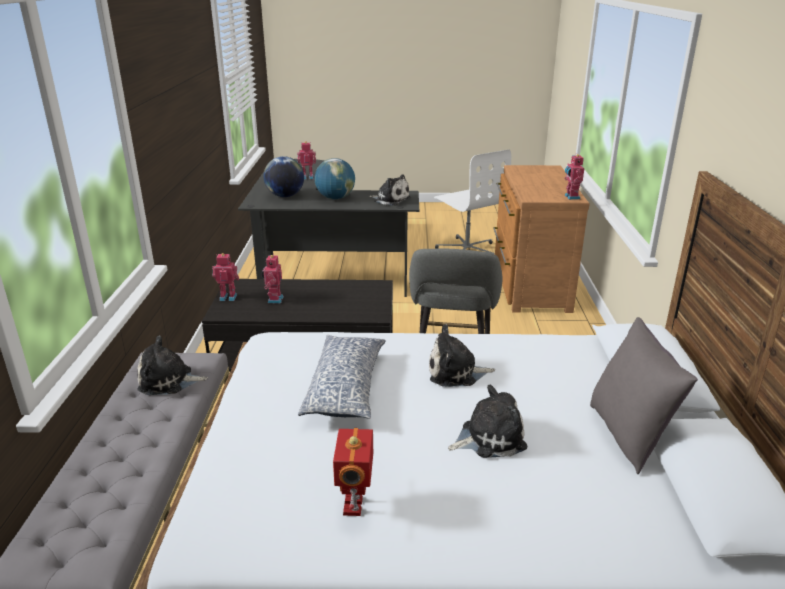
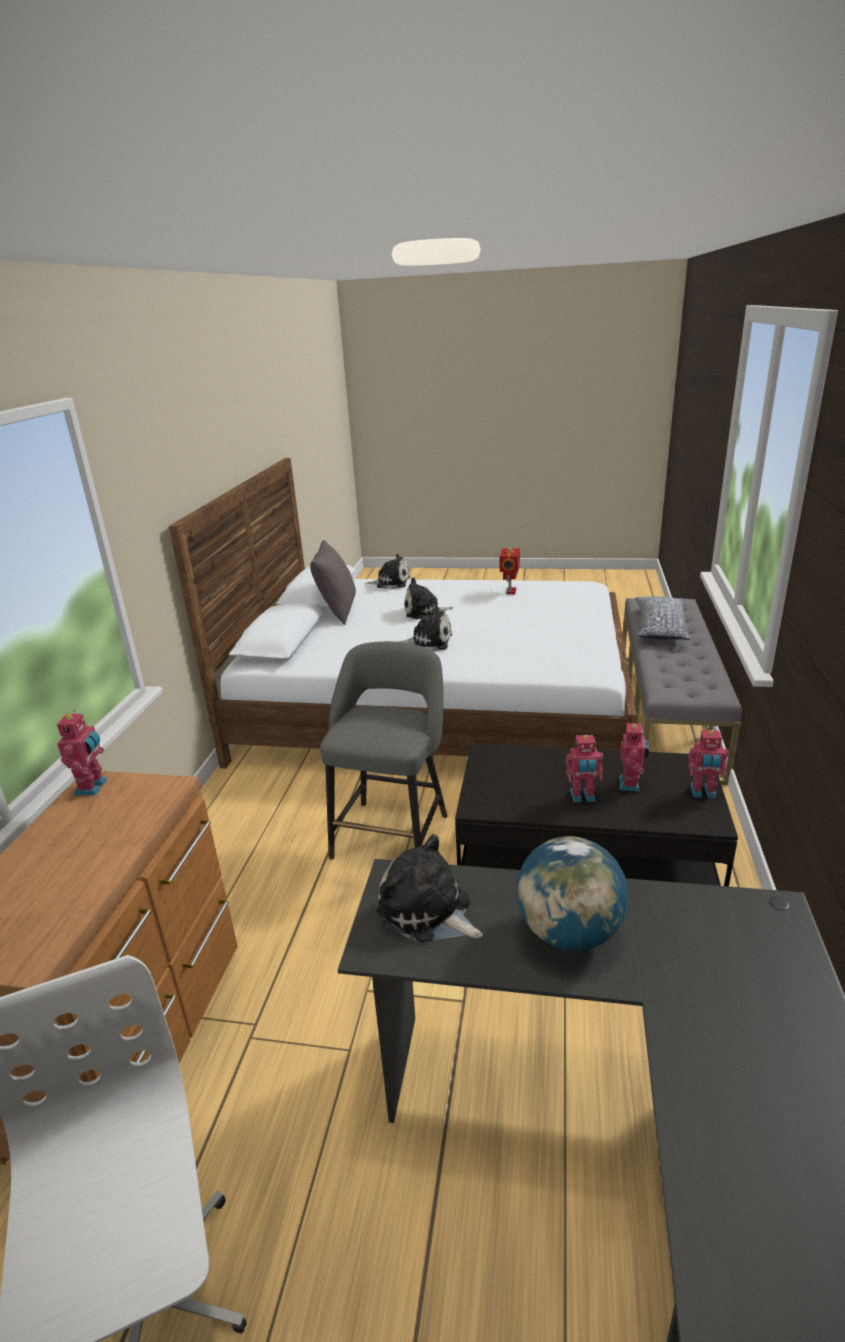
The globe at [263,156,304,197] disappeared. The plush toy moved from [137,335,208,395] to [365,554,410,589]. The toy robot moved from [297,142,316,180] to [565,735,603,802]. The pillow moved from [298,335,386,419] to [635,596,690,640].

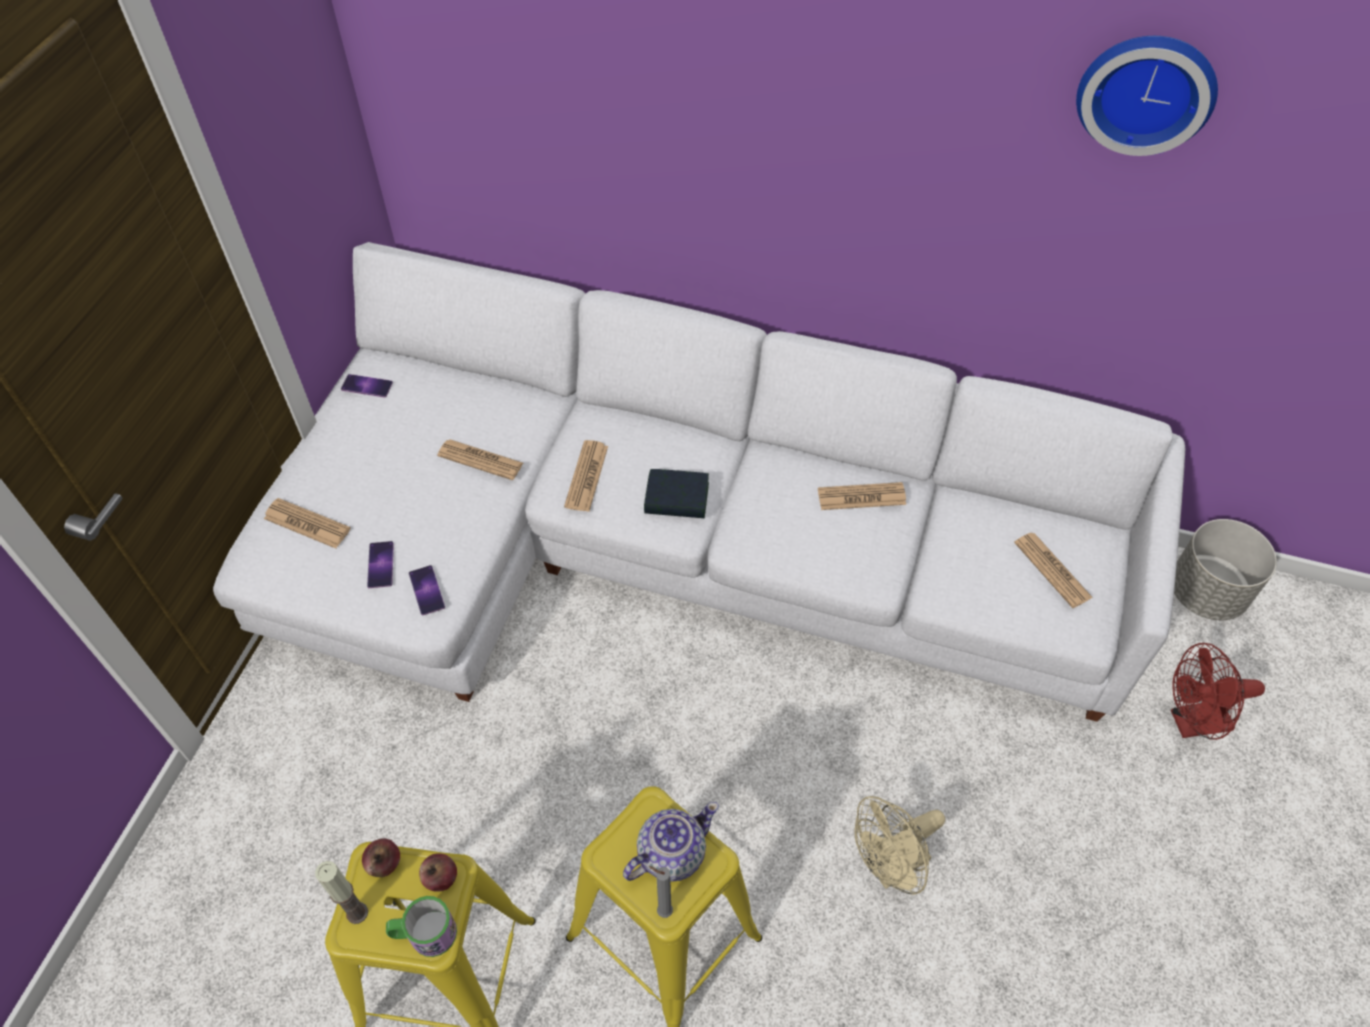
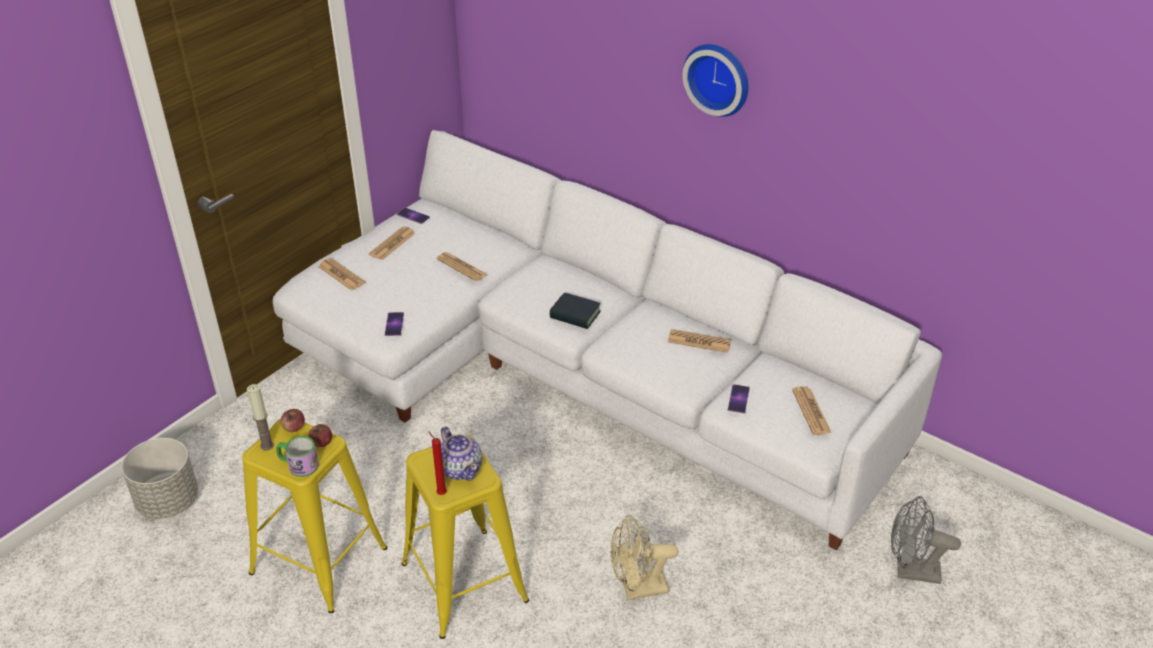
The phone moved from [367,541,394,588] to [728,384,750,413]. The newspaper moved from [564,440,608,512] to [369,226,415,260]. The wall clock moved from [1076,36,1218,156] to [683,44,748,117]. The planter in grey moved from [1174,519,1277,620] to [121,438,198,518]. The candle in grey at [649,866,673,918] became the candle in red at [428,431,447,495]. The fan in red at [1171,643,1265,740] became the fan in grey at [891,496,961,584]. The teapot at [623,802,719,882] turned 75 degrees clockwise.

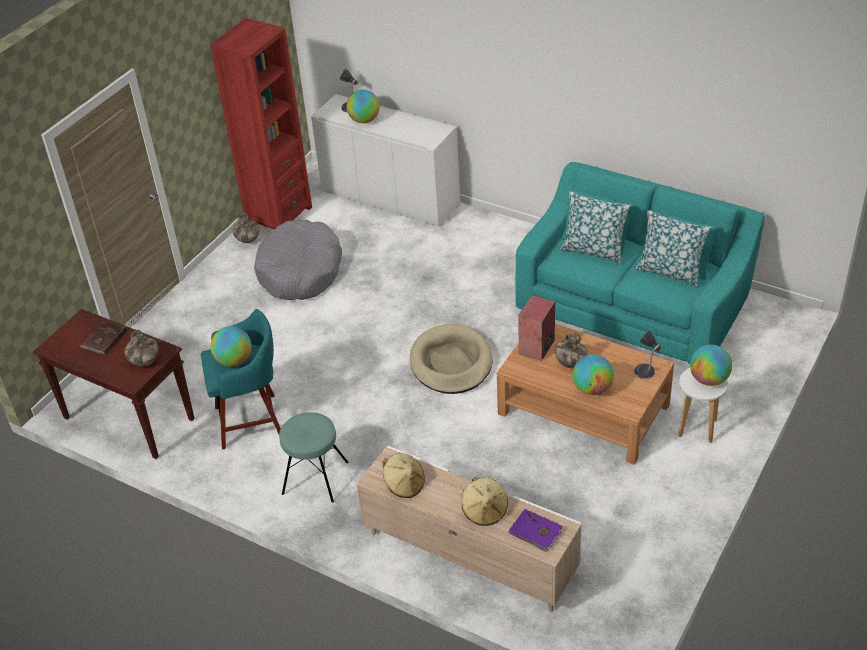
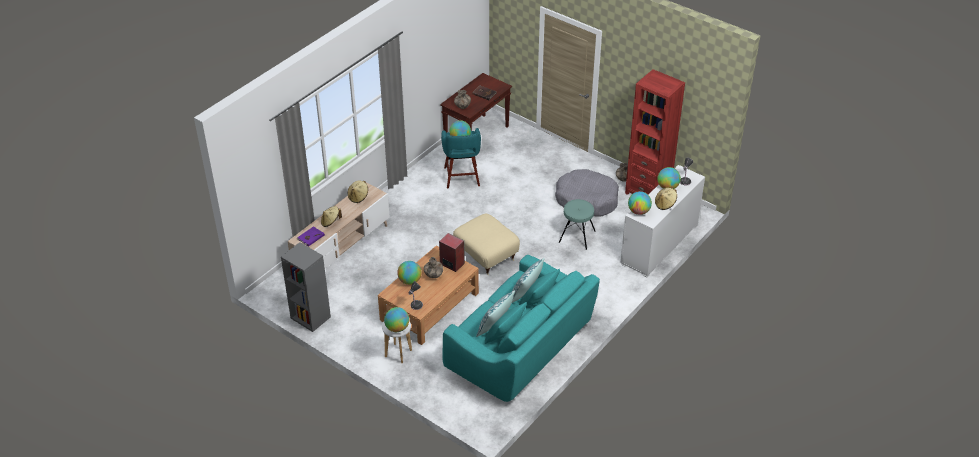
The bookcase in grey at [281,242,331,332] appeared. The globe at [628,191,652,215] appeared. The hat in beige at [655,188,677,210] appeared. The stool in turquoise moved from [279,412,349,503] to [559,199,596,250]. The dog bed in beige at [410,324,492,394] was replaced by the ottoman in beige at [453,214,520,276].

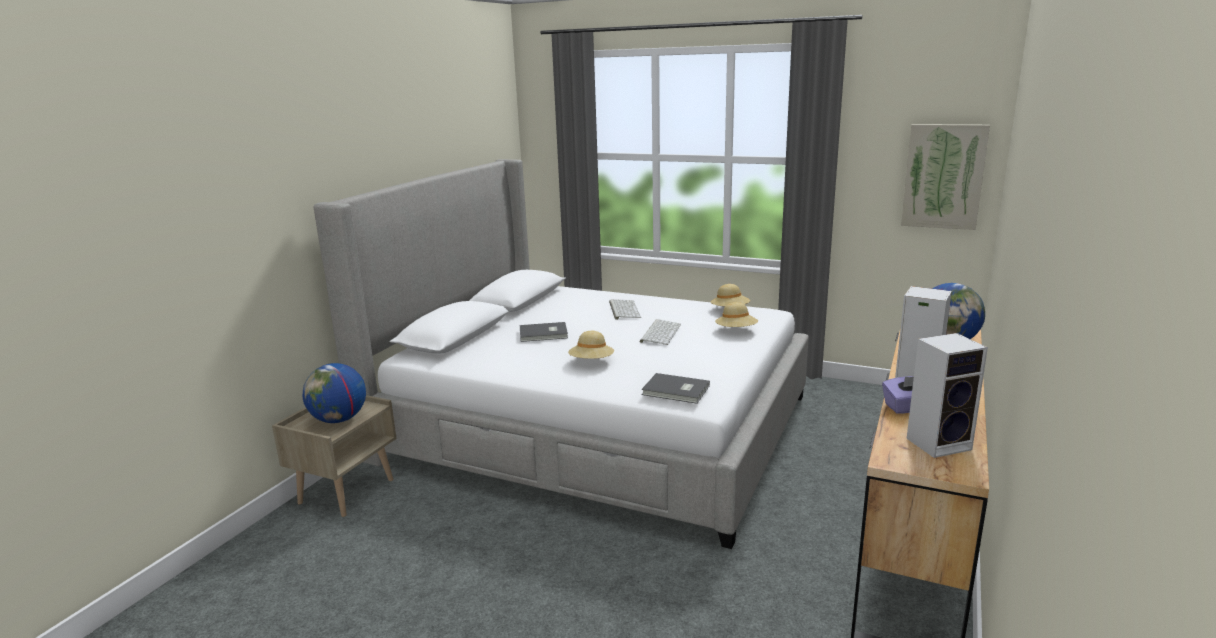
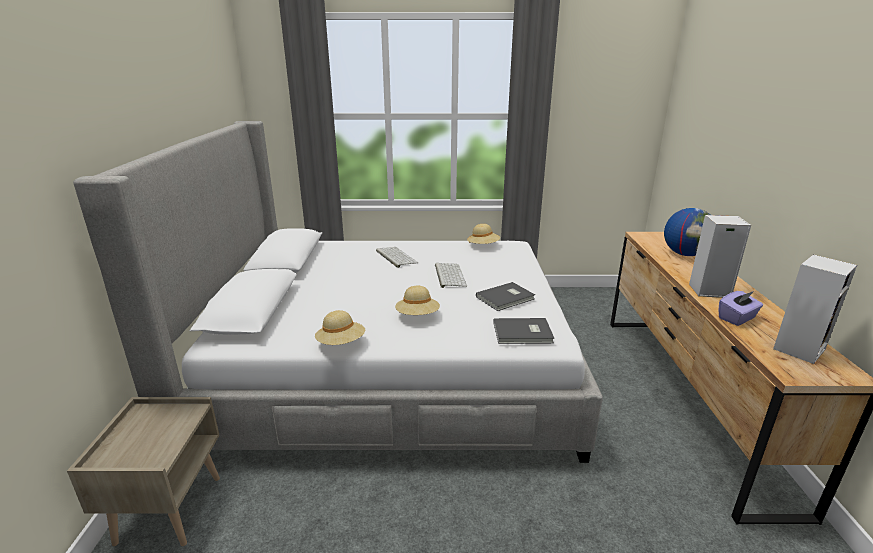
The globe at [303,363,366,423] disappeared. The picture at [901,124,990,230] disappeared. The book in grey moved from [520,322,568,342] to [476,282,535,311]. The hat in beige moved from [715,302,758,327] to [315,310,365,345].

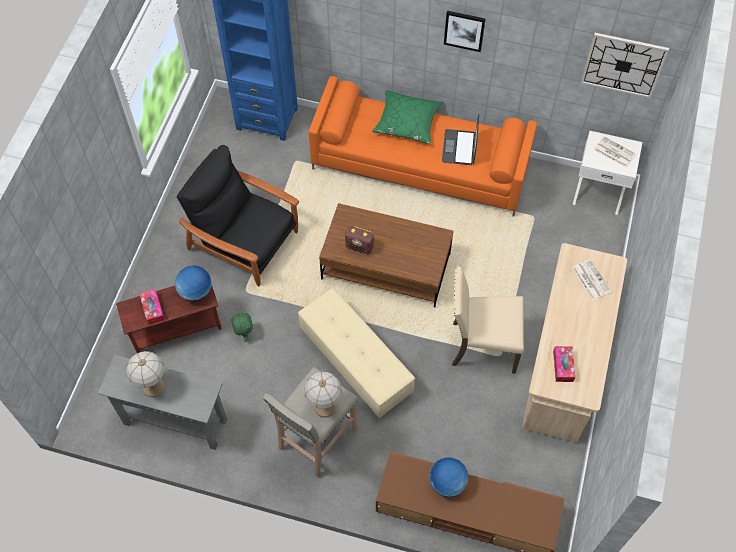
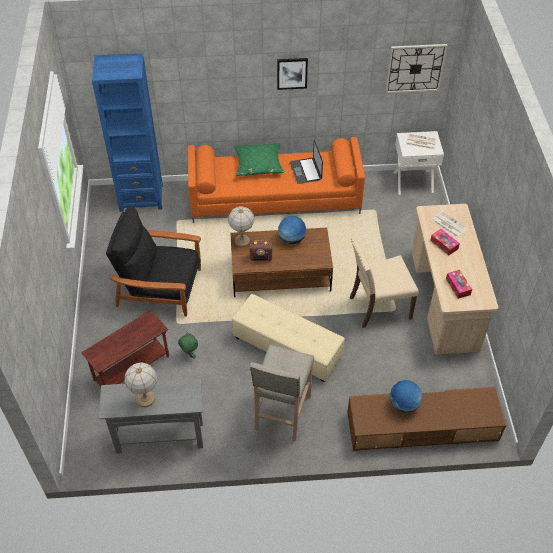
The tissue box moved from [140,289,165,325] to [430,229,460,255]. The globe moved from [175,265,212,302] to [278,216,306,244]. The table lamp moved from [304,372,342,418] to [228,206,254,247].

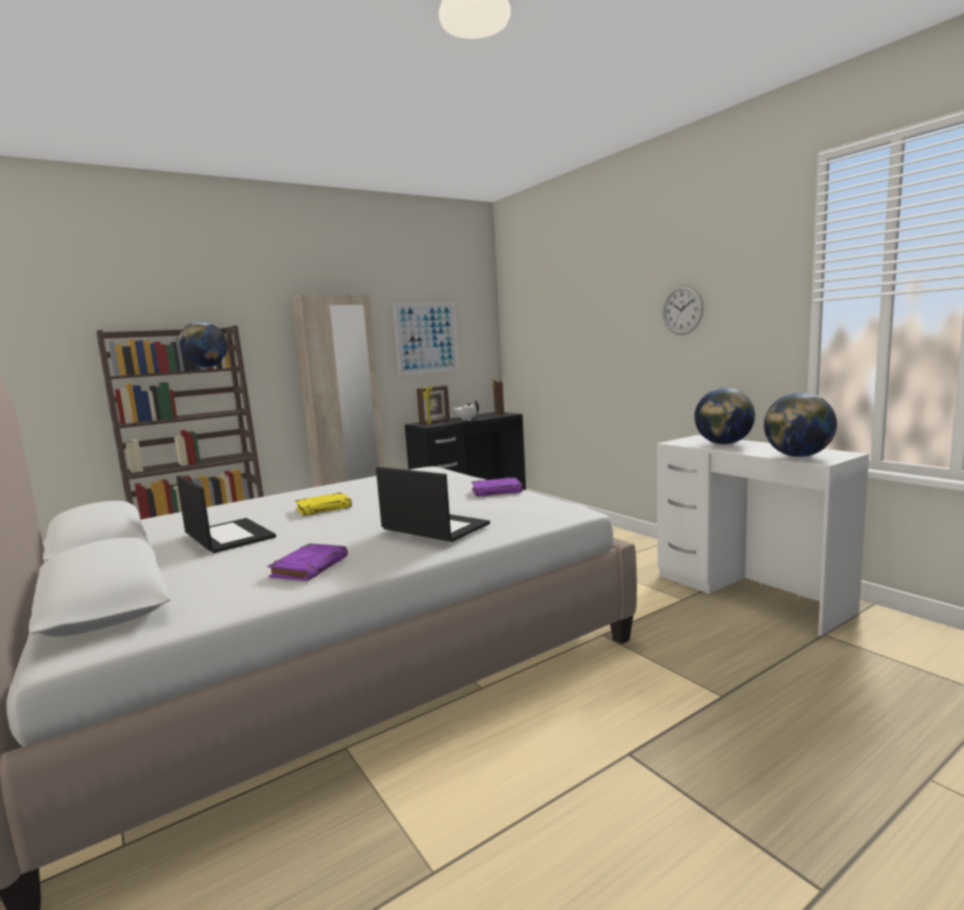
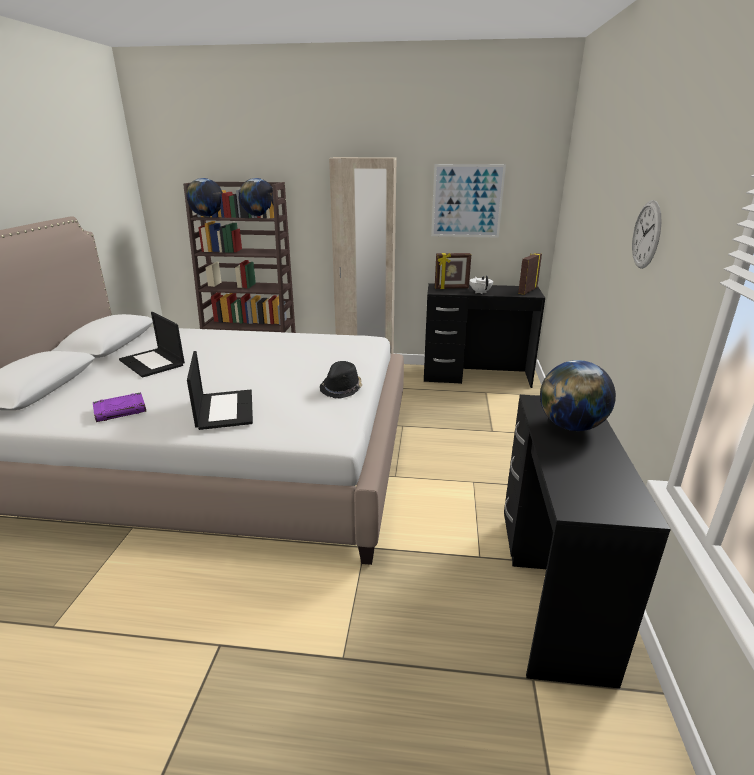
The book in yellow at [295,492,352,516] disappeared. The globe moved from [764,392,837,457] to [187,178,223,217]. The book in purple at [471,477,522,497] was replaced by the hat in black at [320,361,362,399]. The desk in white at [657,435,869,636] became the desk in black at [504,395,671,689]. The laptop at [176,475,276,553] turned 135 degrees clockwise.

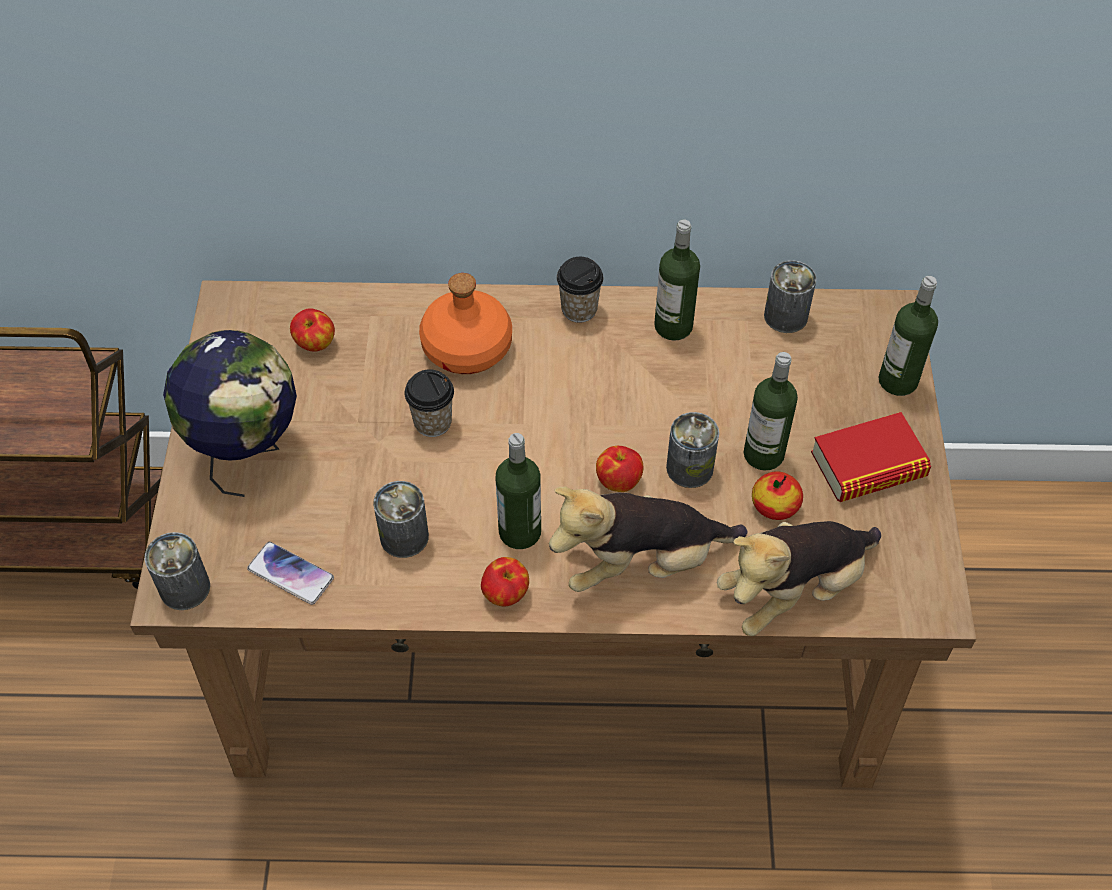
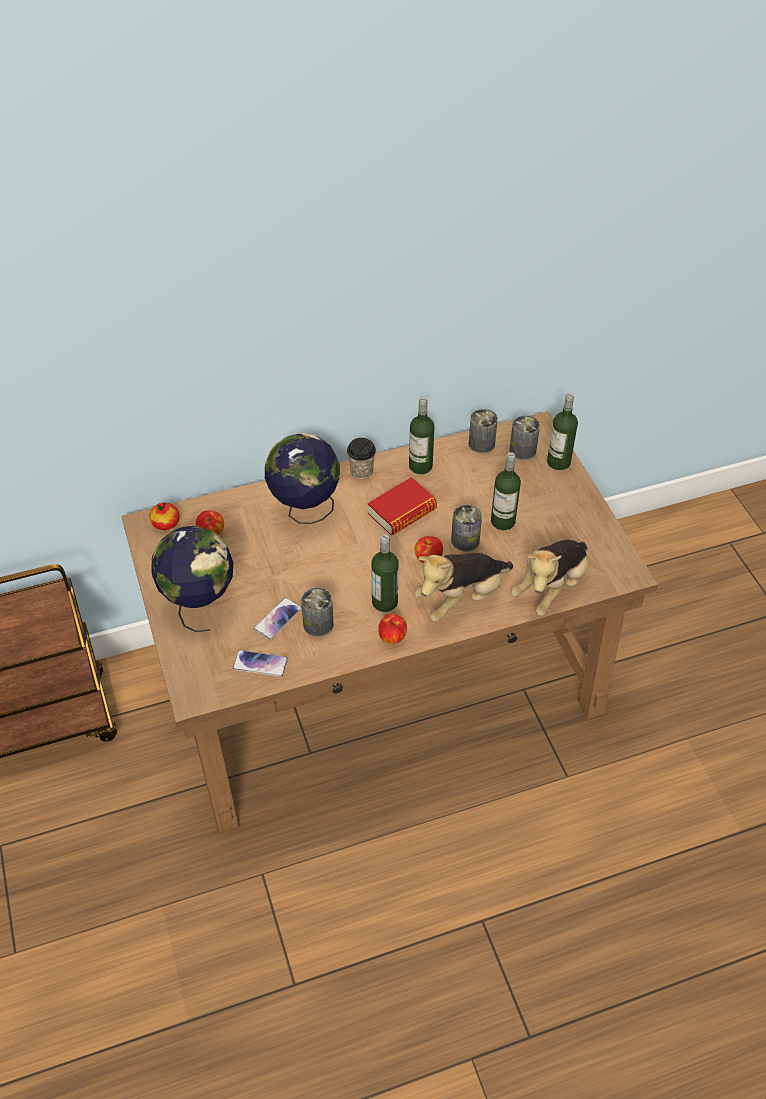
The cup at [404,369,454,437] disappeared. The phone at [254,597,302,640] appeared. The can moved from [145,532,210,610] to [510,415,540,460]. The apple moved from [752,472,803,520] to [149,502,180,530]. The book moved from [811,412,931,502] to [367,477,437,535]. The bottle in orange at [419,273,512,374] was replaced by the globe at [265,433,340,524].

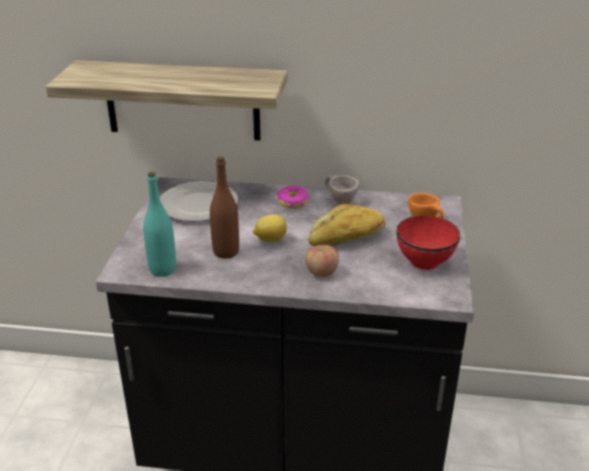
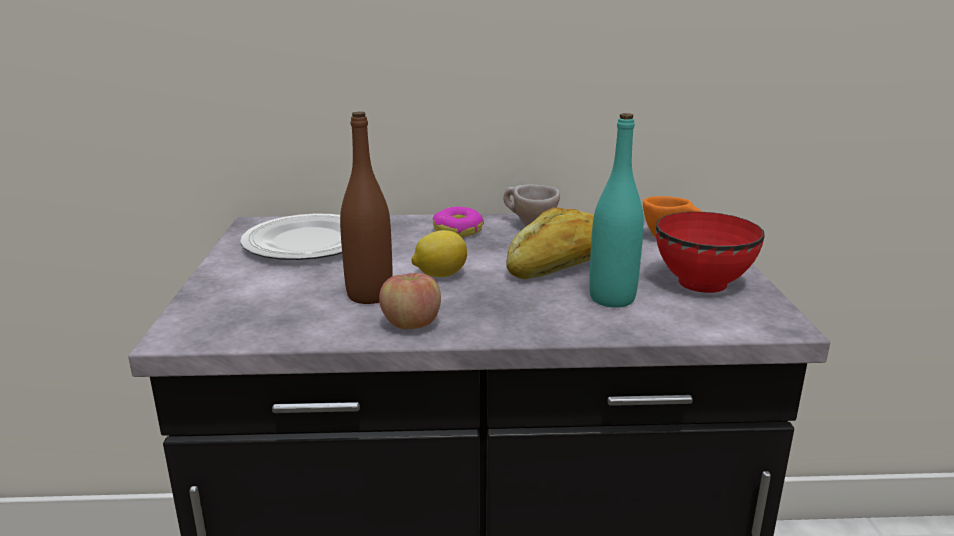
The shelf at [46,60,287,141] disappeared. The bottle in turquoise moved from [143,172,176,277] to [589,113,644,308]. The apple moved from [305,245,339,277] to [379,273,441,329].

